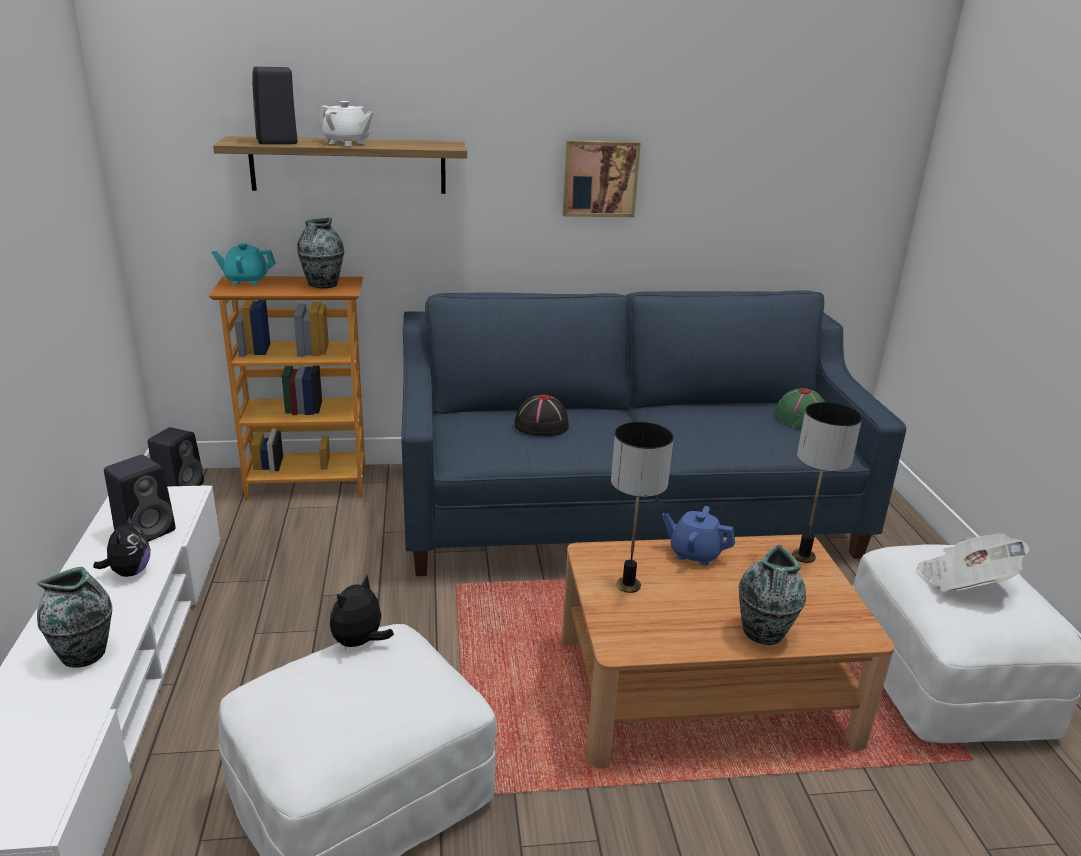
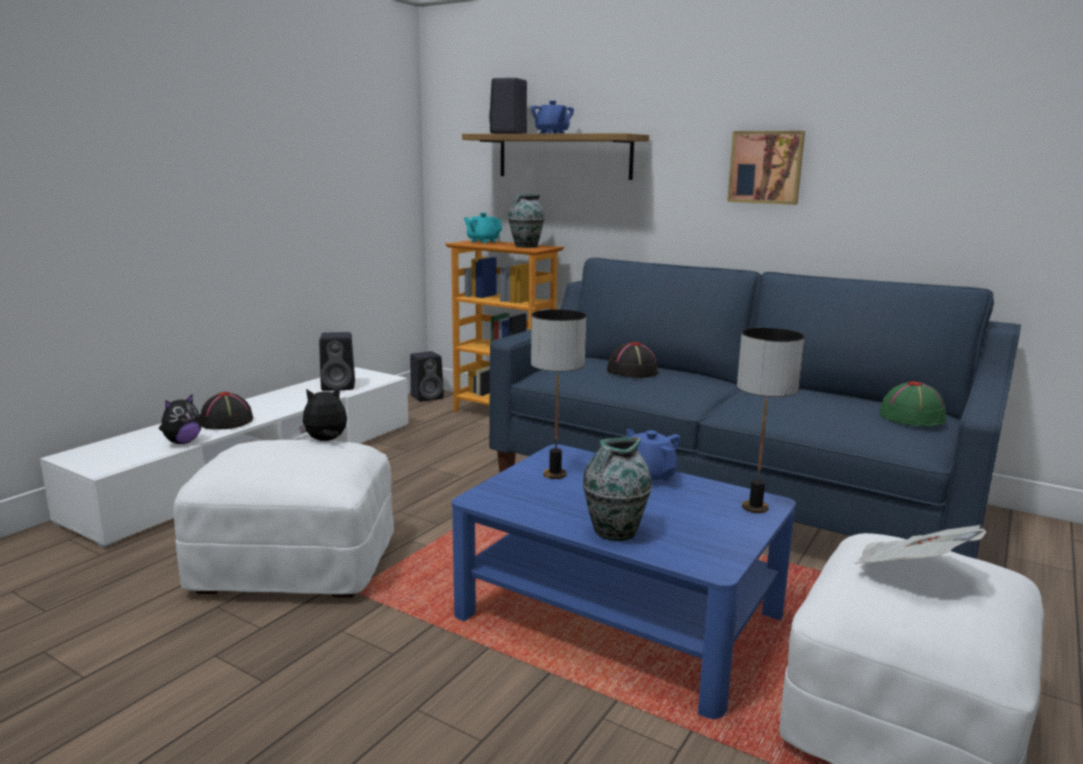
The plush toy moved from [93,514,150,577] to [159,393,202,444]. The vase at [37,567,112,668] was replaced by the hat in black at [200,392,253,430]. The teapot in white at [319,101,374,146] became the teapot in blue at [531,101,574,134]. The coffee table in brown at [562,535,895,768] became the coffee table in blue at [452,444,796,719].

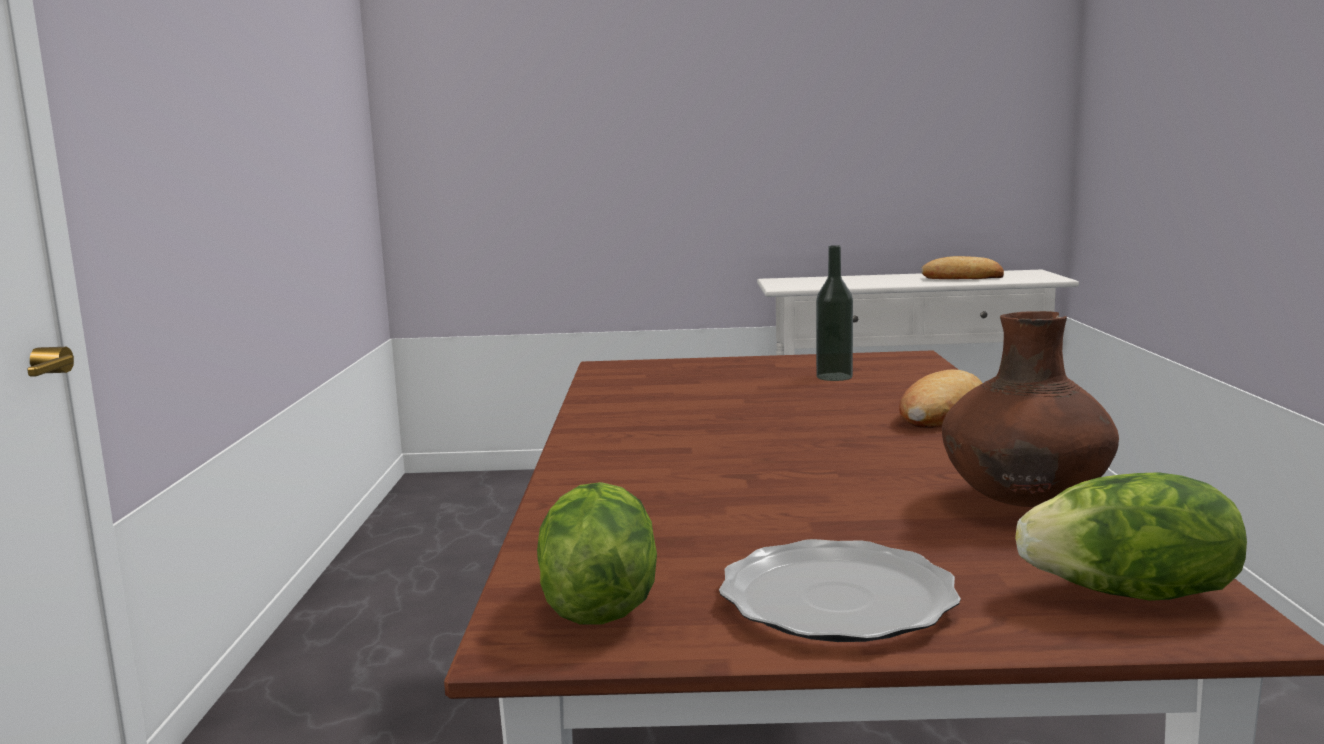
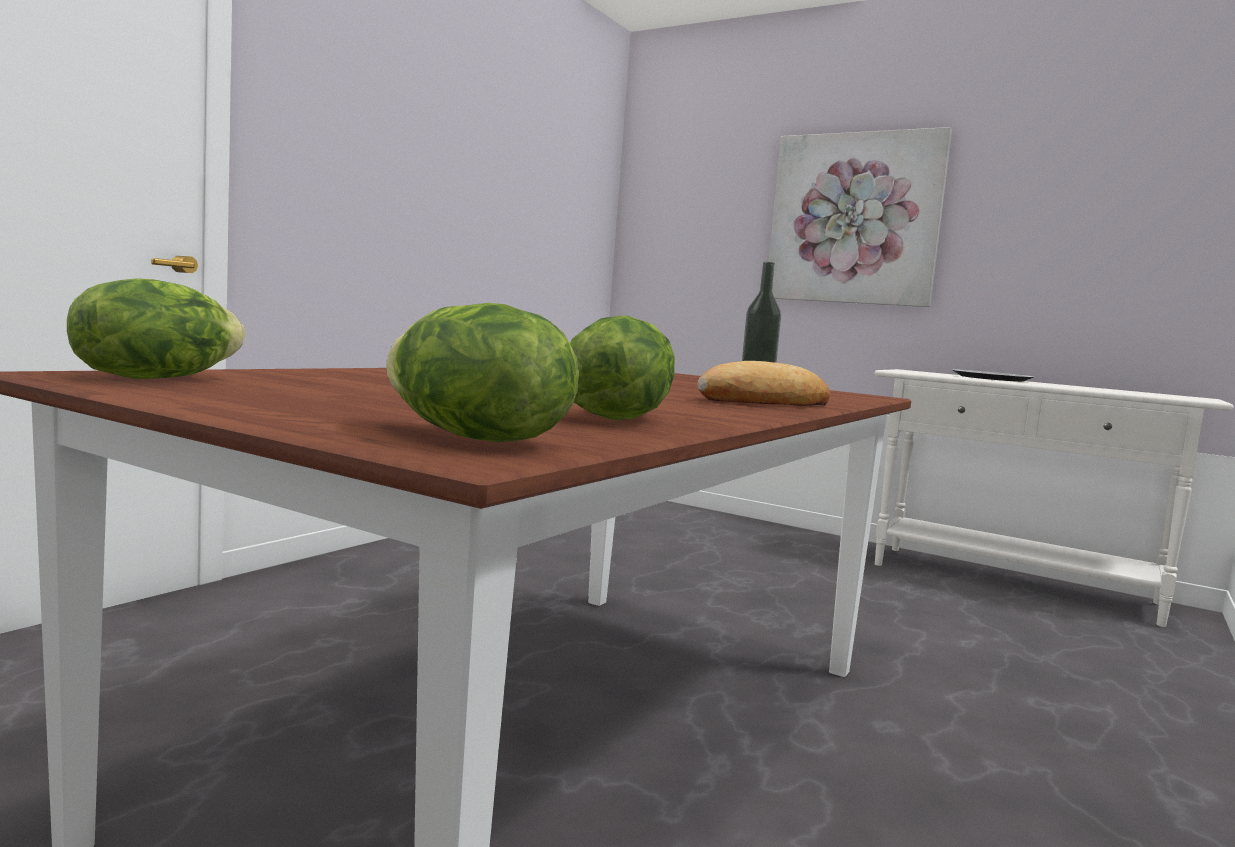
The bread at [921,256,1004,279] disappeared. The picture at [769,127,952,307] appeared. The plate moved from [719,539,961,642] to [953,369,1034,382]. The vase in brown at [942,311,1119,507] was replaced by the lettuce at [570,316,675,420].

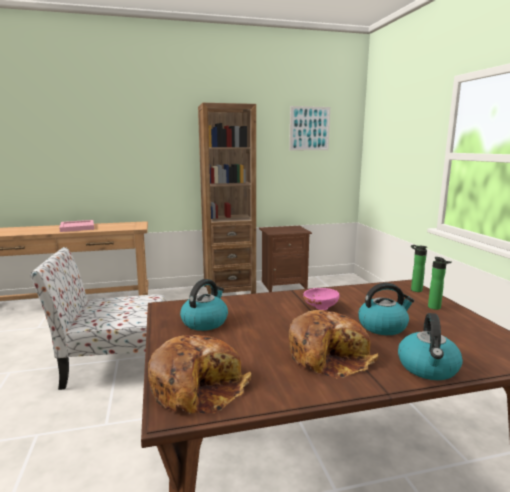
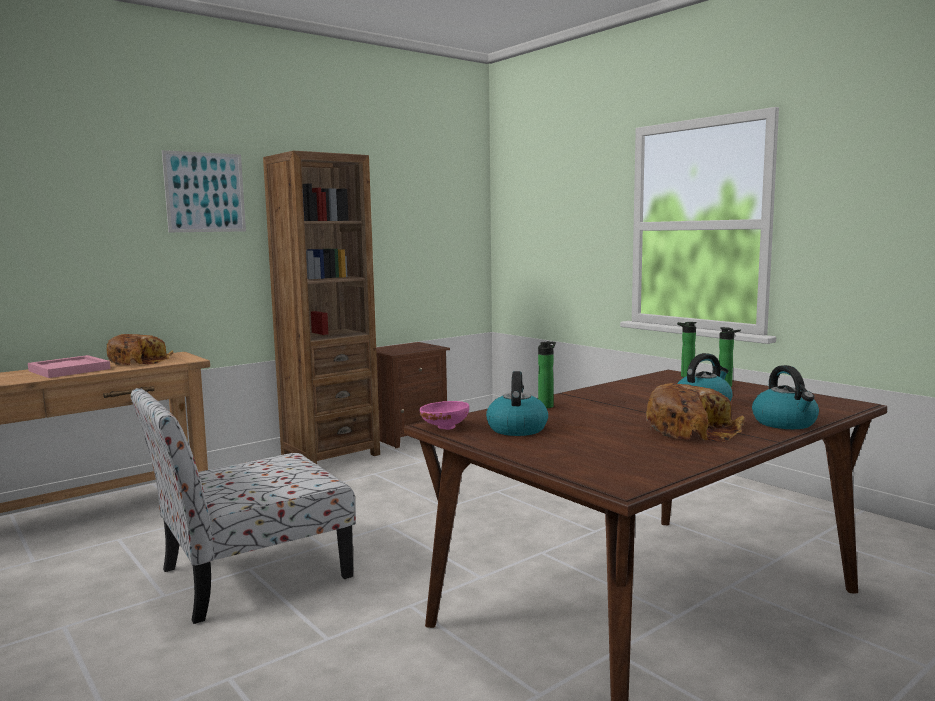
The bottle at [538,341,556,408] appeared. The bread moved from [148,335,251,414] to [107,334,173,365]. The picture moved from [289,106,330,150] to [162,150,246,232]. The bowl in pink moved from [303,288,339,310] to [419,401,469,430].

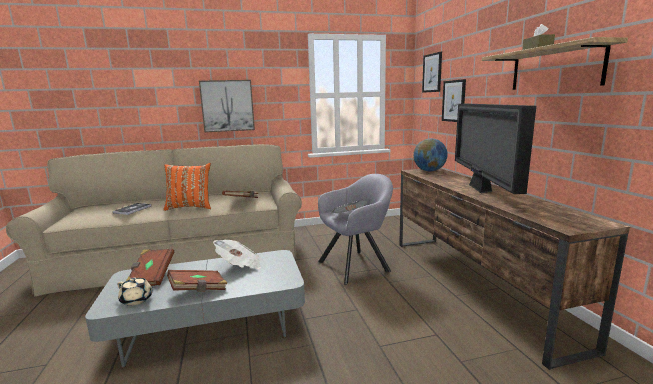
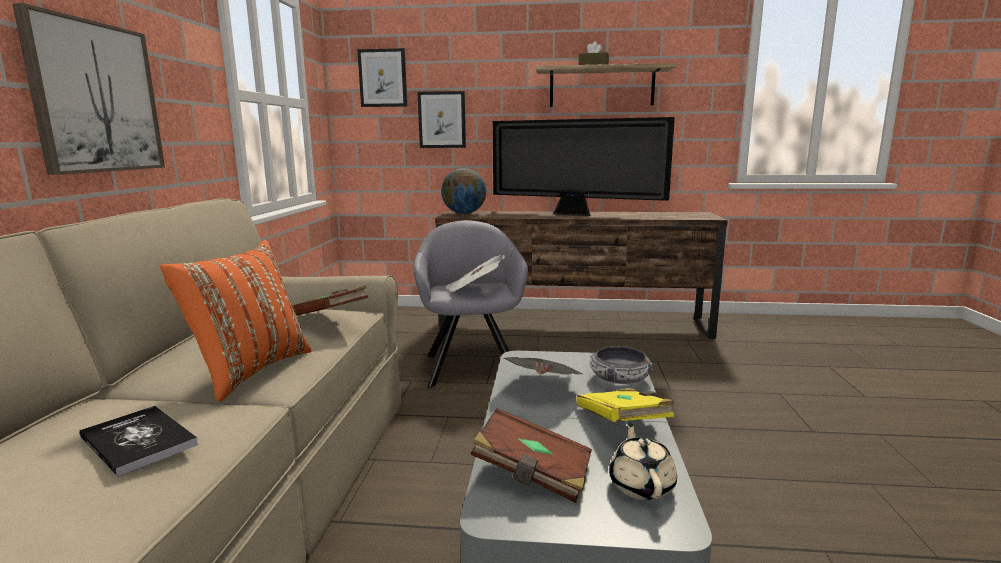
The bowl at [590,346,653,384] appeared. The book in brown at [167,270,227,292] became the book in yellow at [576,388,674,422]. The teapot in beige at [117,277,154,306] turned 45 degrees counterclockwise.

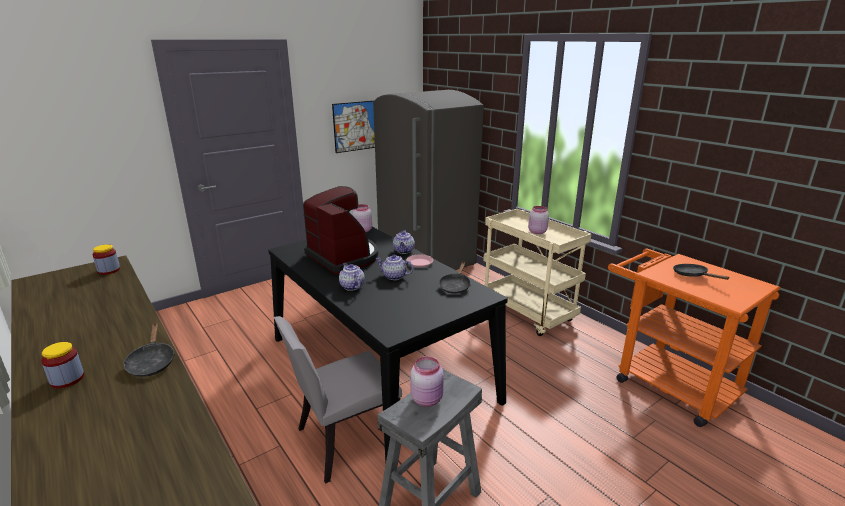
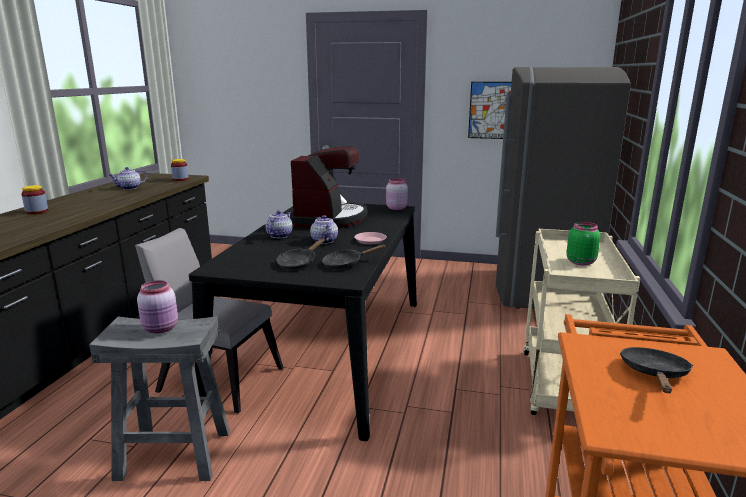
The frying pan in black moved from [123,323,175,377] to [276,238,325,270]. The teapot moved from [393,230,415,254] to [109,167,147,190]. The jar in pink at [528,206,549,234] became the jar in green at [566,222,600,266].

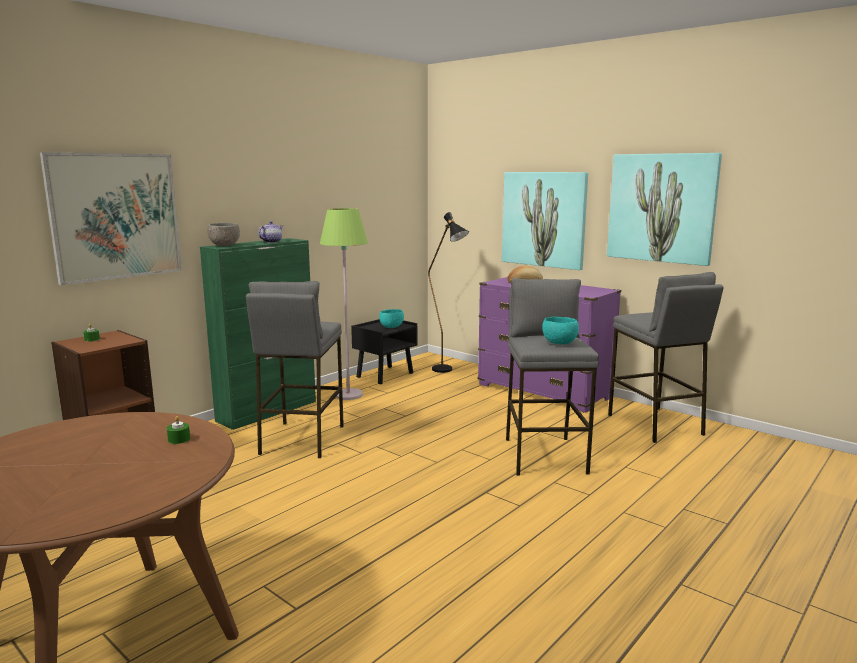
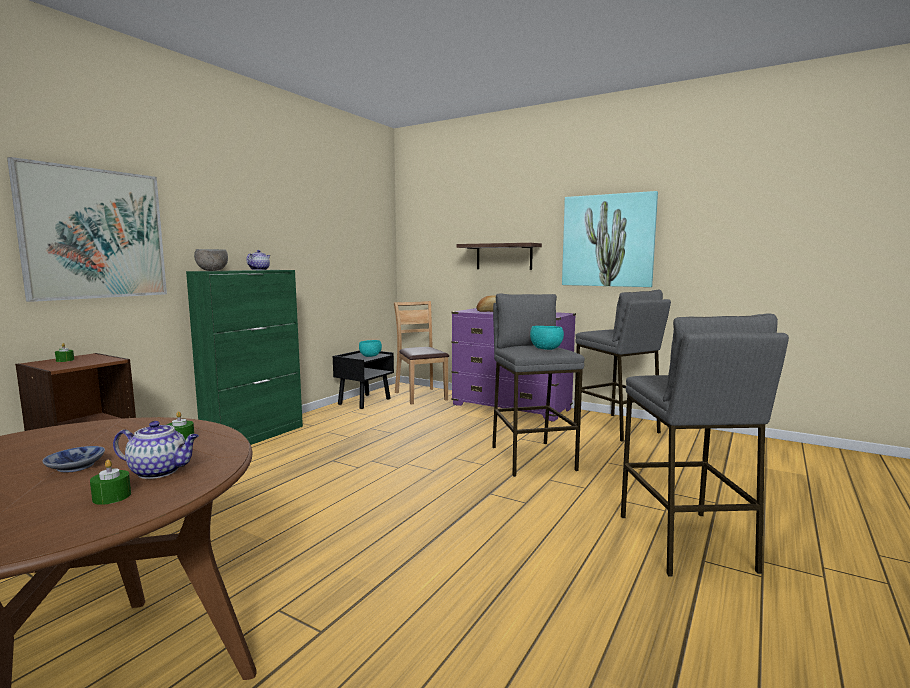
The floor lamp in green at [320,208,368,400] disappeared. The bowl at [42,446,105,472] appeared. The candle in green at [90,459,131,505] appeared. The teapot at [113,421,199,479] appeared. The stool in grey moved from [246,281,344,458] to [621,313,789,576]. The floor lamp in black at [428,212,469,373] was replaced by the chair in brown at [394,301,449,404]. The picture at [502,172,588,270] was replaced by the shelf at [456,243,542,270].

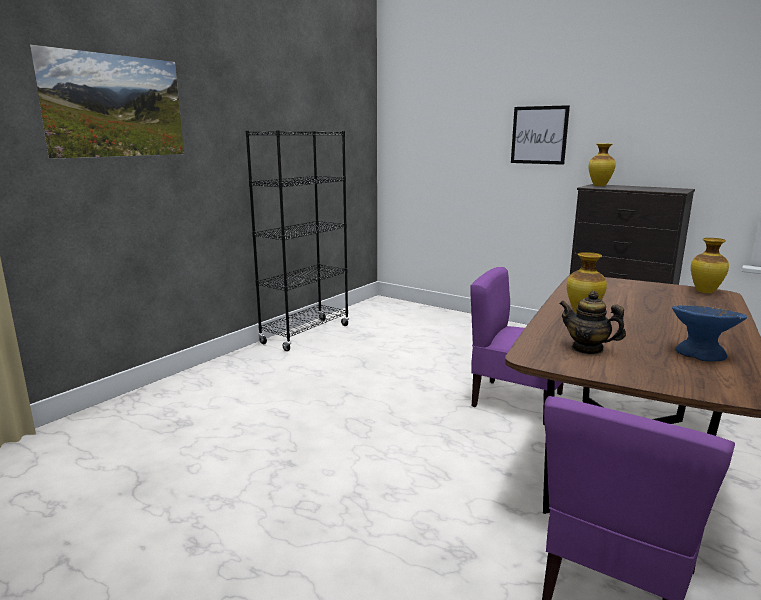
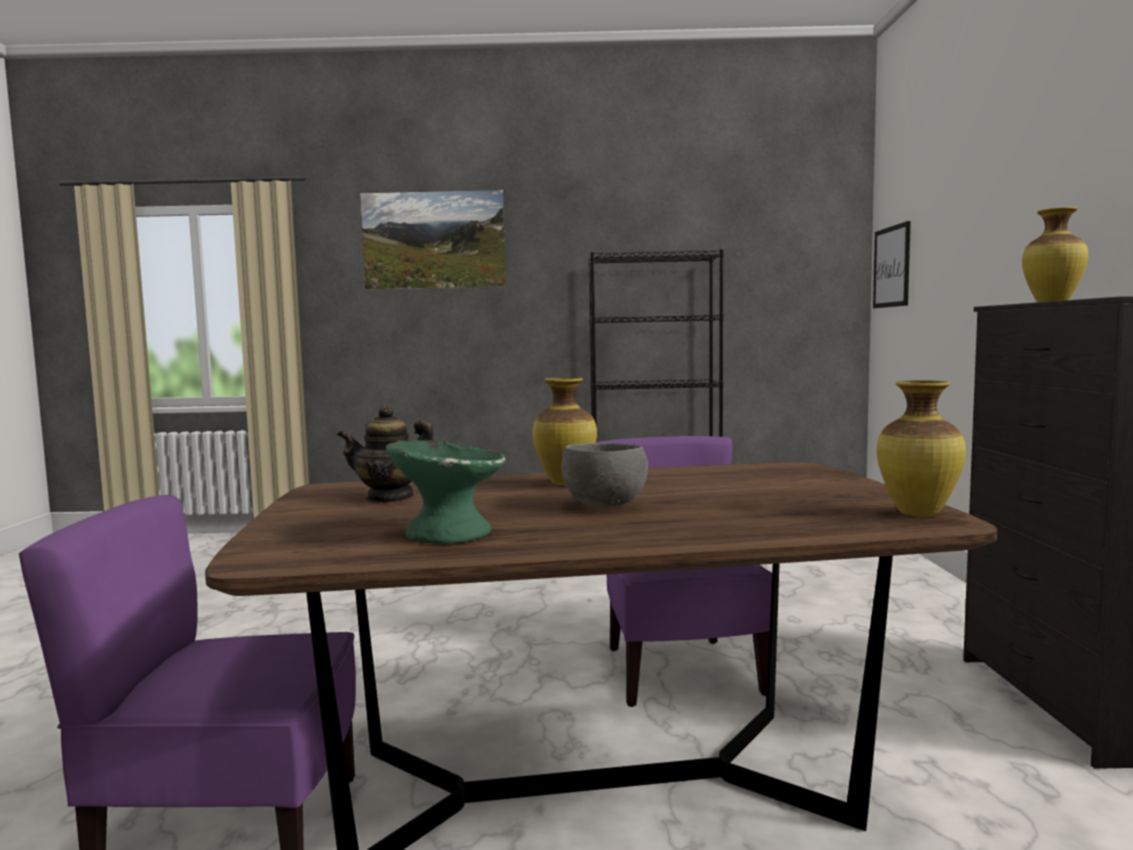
The bowl in grey at [561,443,648,507] appeared. The picture moved from [511,105,570,165] to [873,221,911,308]. The bowl in blue at [672,305,747,362] became the bowl in green at [386,440,506,544]. The teapot at [560,291,626,355] turned 90 degrees counterclockwise.

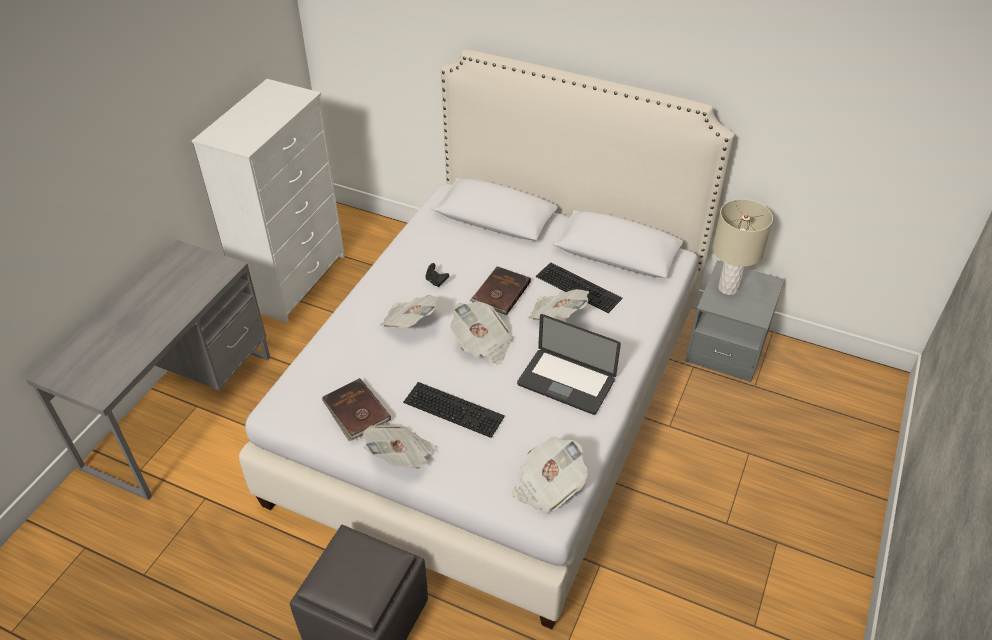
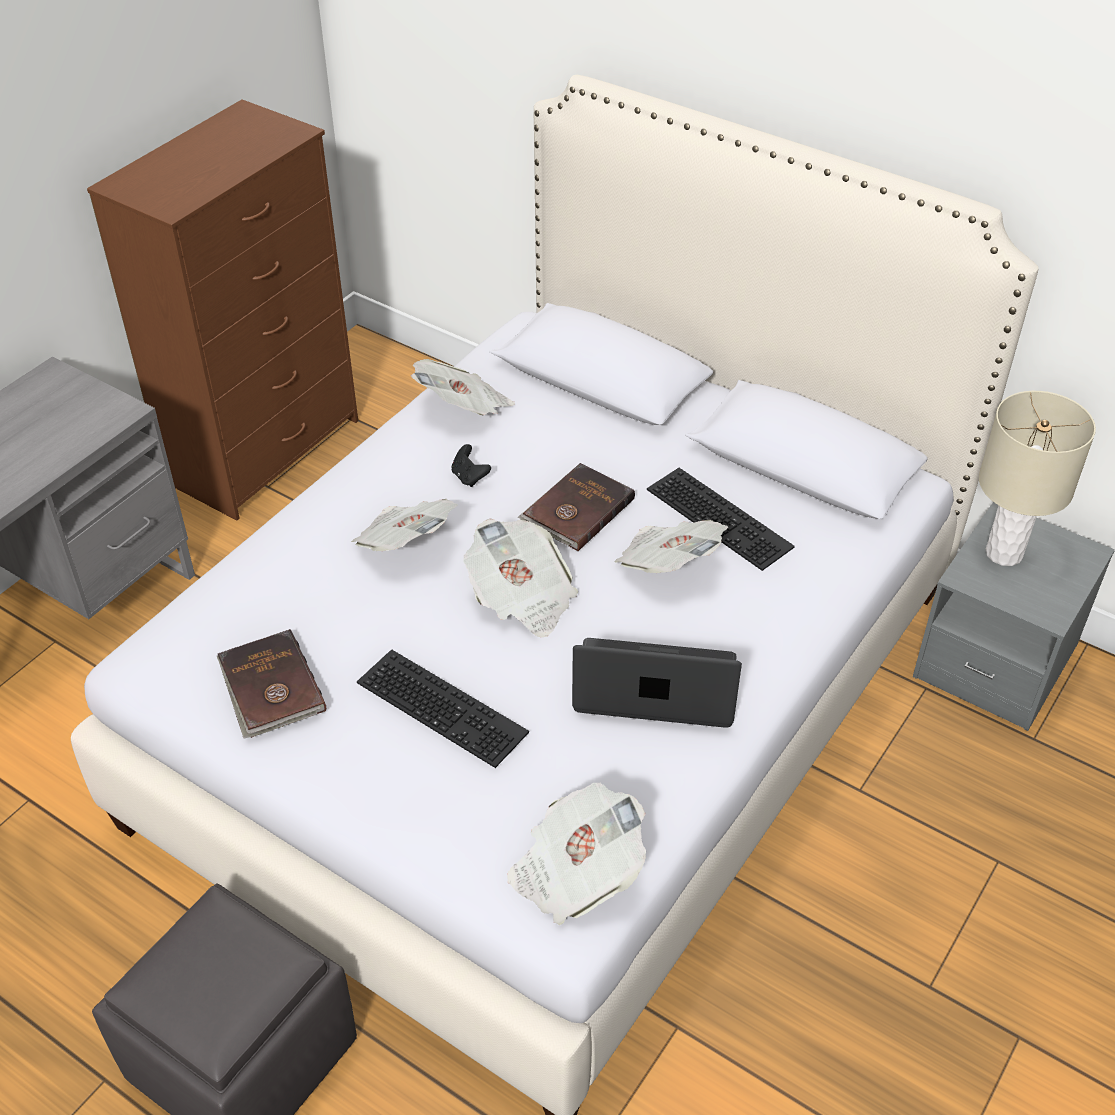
The newspaper moved from [363,425,437,469] to [411,359,515,416]. The dresser in white at [192,79,345,323] became the dresser in brown at [87,99,358,521]. The laptop at [517,314,621,415] turned 150 degrees clockwise.

